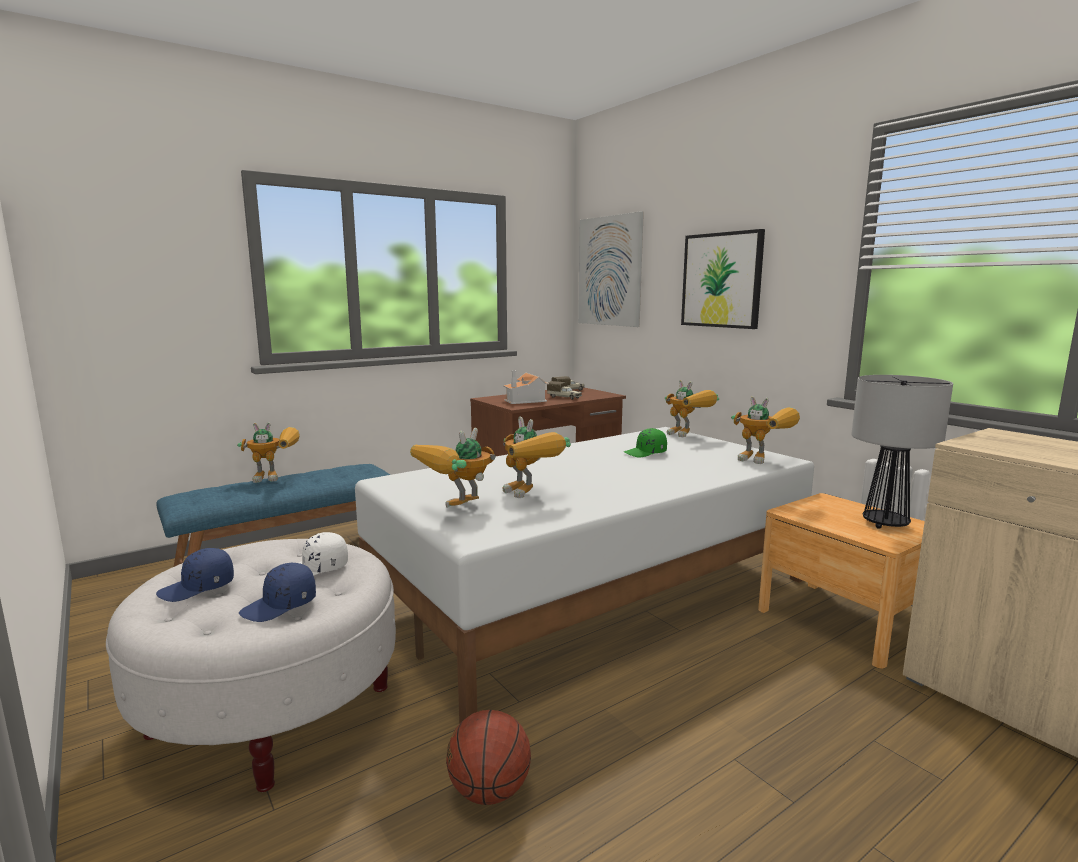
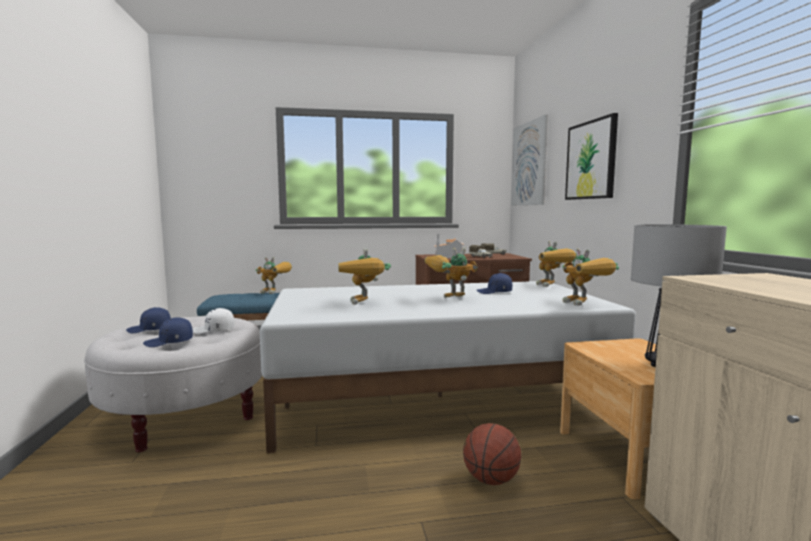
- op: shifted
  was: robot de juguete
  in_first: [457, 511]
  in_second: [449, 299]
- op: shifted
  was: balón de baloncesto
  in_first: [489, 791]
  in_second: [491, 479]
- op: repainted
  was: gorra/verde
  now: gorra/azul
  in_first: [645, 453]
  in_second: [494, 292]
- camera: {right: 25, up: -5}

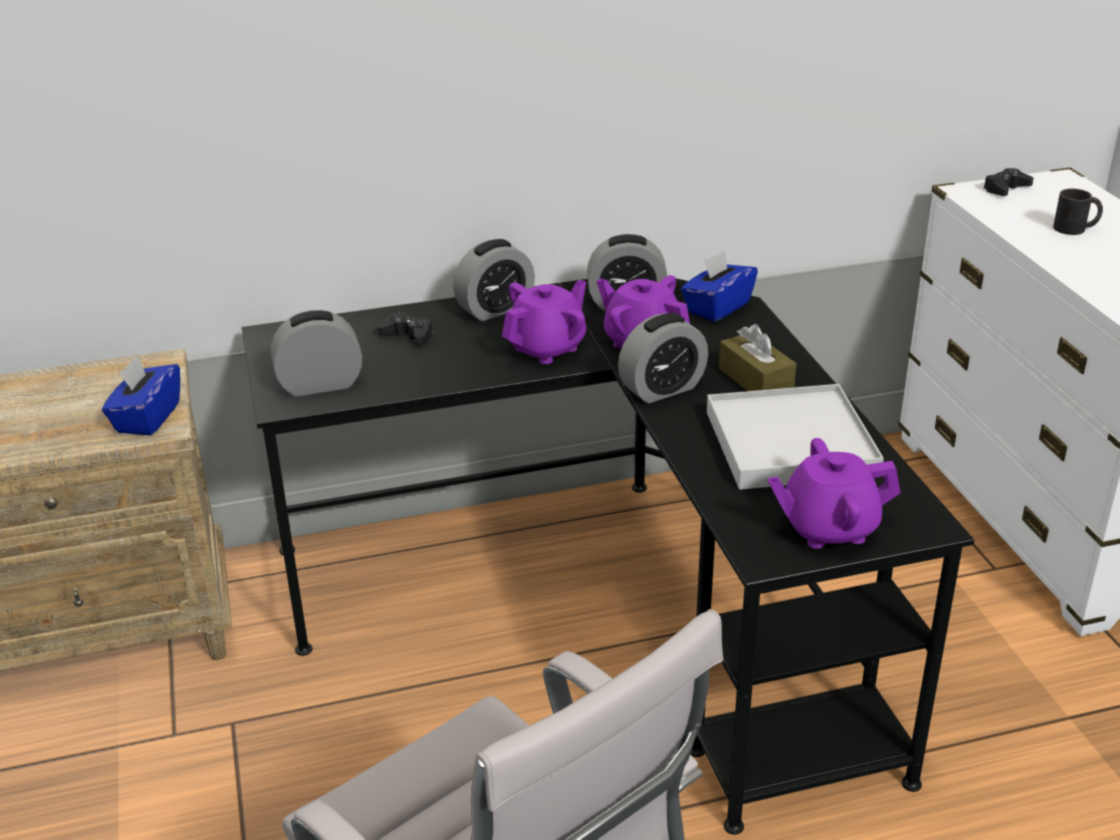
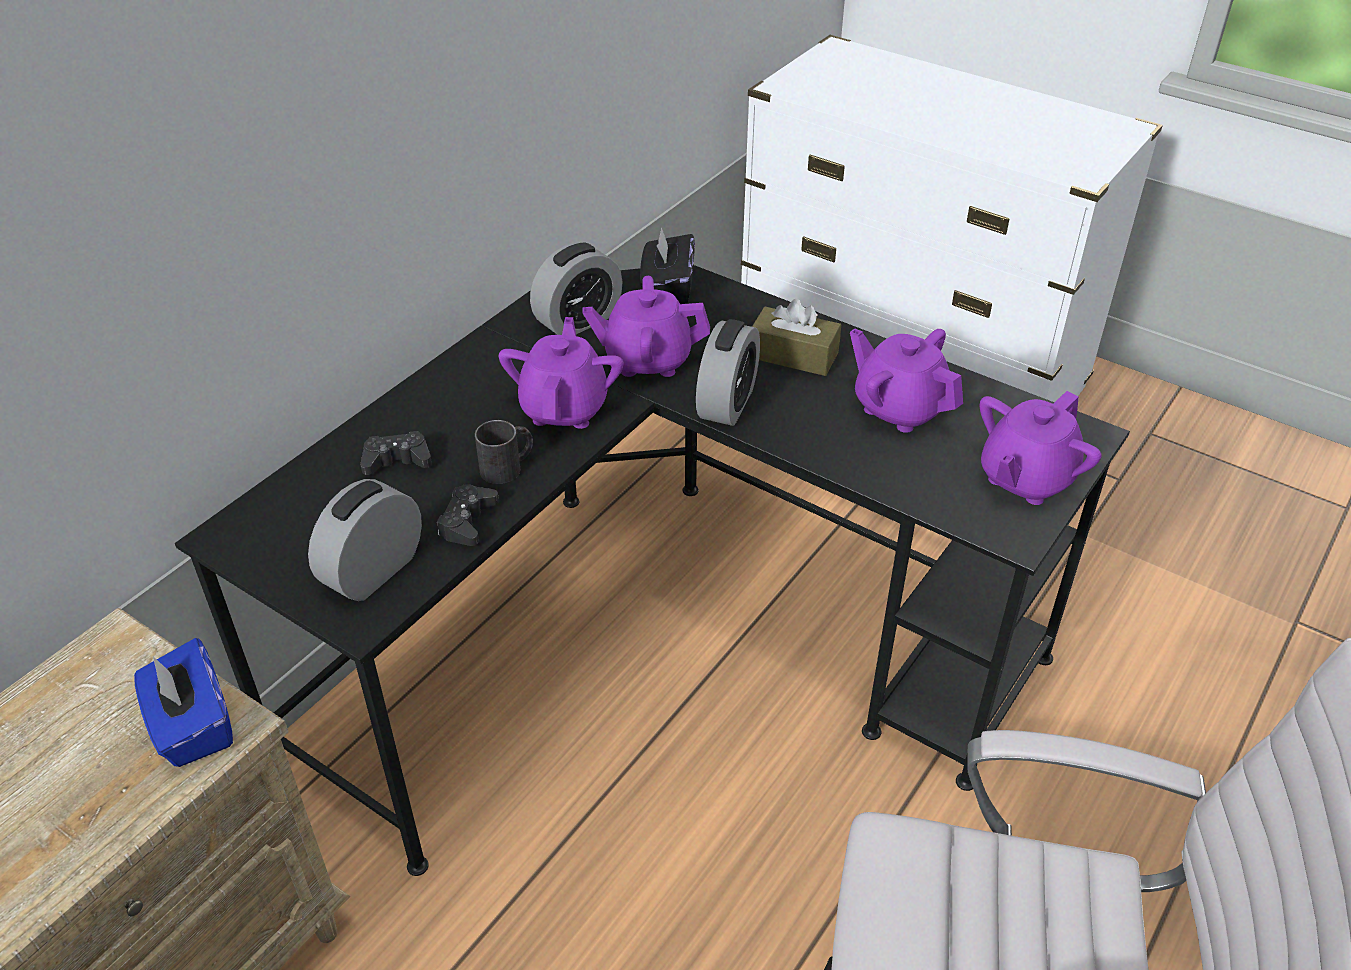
- op: gone
  was: despertador
  in_first: [495, 309]
- op: repainted
  was: caja de pañuelos/azul
  now: caja de pañuelos/negro
  in_first: [717, 307]
  in_second: [667, 290]
- op: swapped
  was: bandeja/blanco
  now: tetera/morado
  in_first: [791, 443]
  in_second: [899, 408]
- op: shifted
  was: mando de consola/negro
  in_first: [1005, 189]
  in_second: [467, 521]
- op: shifted
  was: taza grande/negro
  in_first: [1076, 228]
  in_second: [508, 467]
- camera: {right: -40, up: 10}

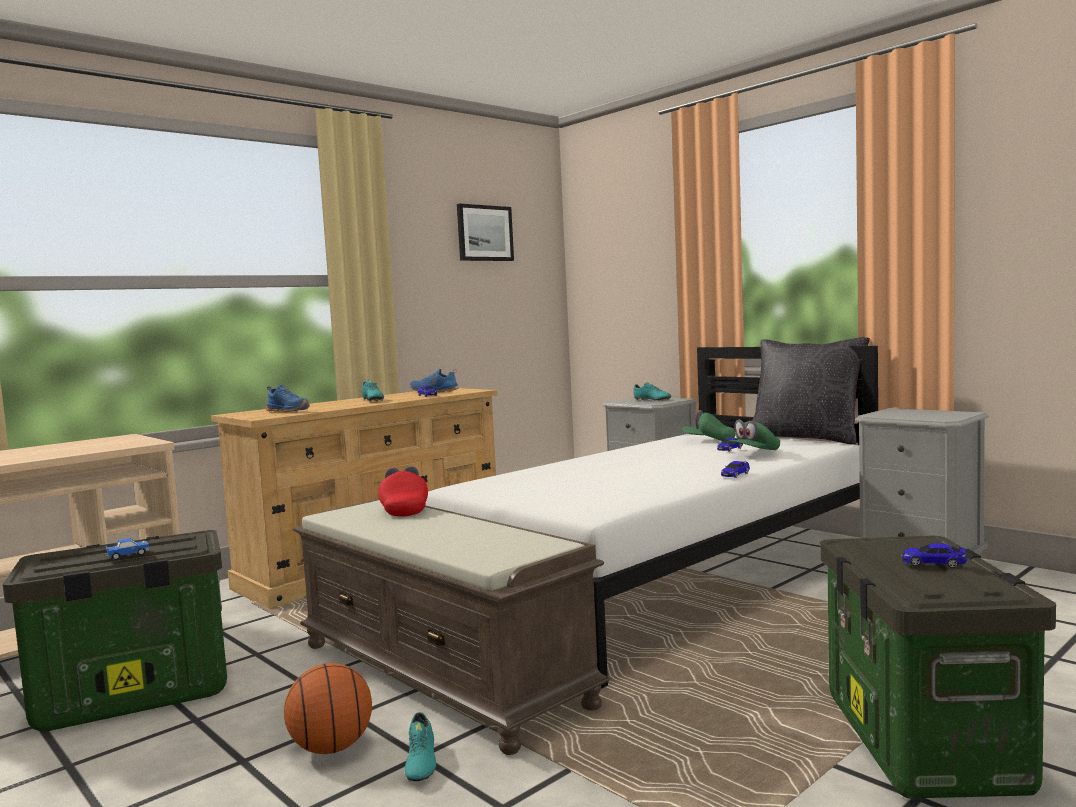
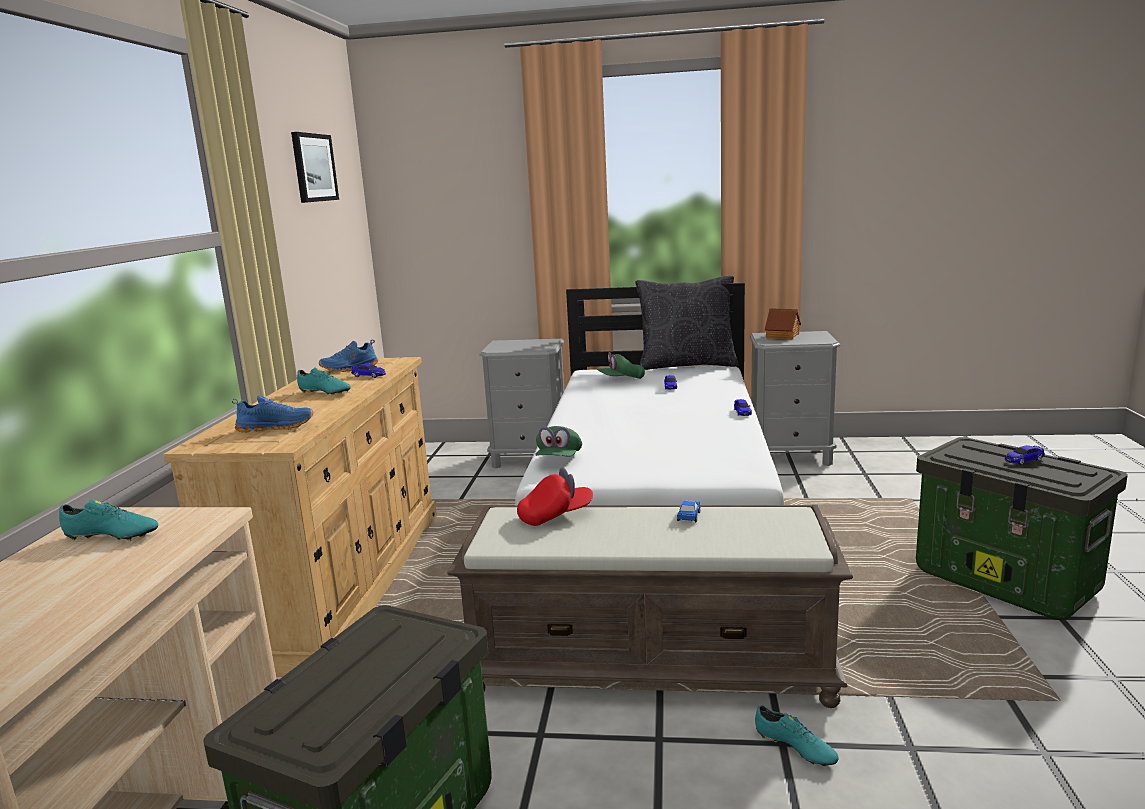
- op: shifted
  was: coche de juguete
  in_first: [127, 555]
  in_second: [688, 516]
- op: gone
  was: balón de baloncesto
  in_first: [332, 748]
- op: rotated
  was: gorra/rojo
  in_first: [404, 509]
  in_second: [555, 516]
  clockwise: 120
- op: shifted
  was: zapato/turquesa
  in_first: [652, 400]
  in_second: [112, 537]
- op: shifted
  was: gorra/verde
  in_first: [753, 453]
  in_second: [559, 459]
- op: new
  now: casita
  in_second: [783, 336]
- camera: {right: -40, up: 10}

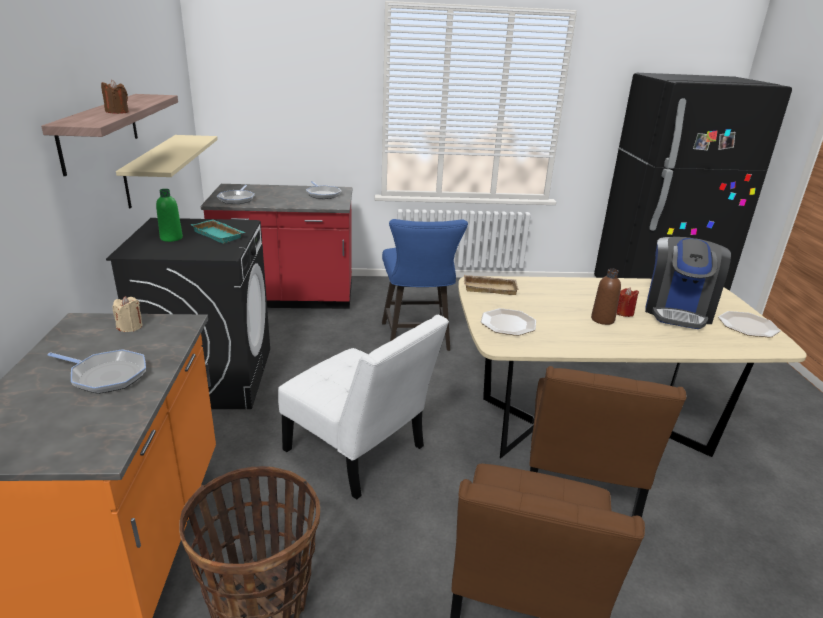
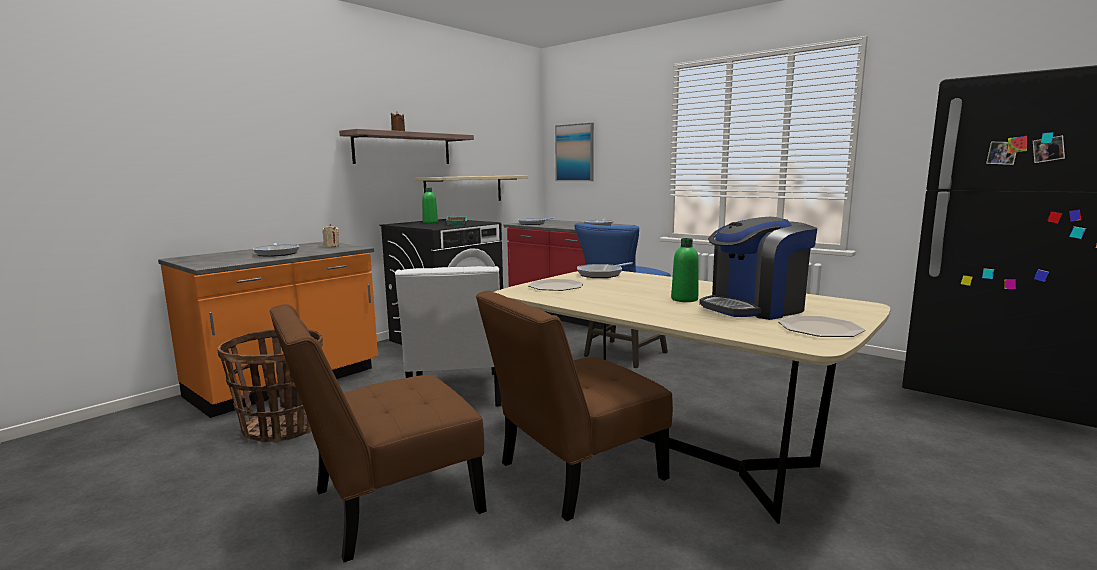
- op: swapped
  was: bandeja/beis
  now: sartén
  in_first: [490, 288]
  in_second: [601, 274]
- op: gone
  was: botella/marrón
  in_first: [602, 319]
- op: swapped
  was: vela/rojo
  now: botella/verde
  in_first: [624, 313]
  in_second: [684, 299]
- op: new
  now: cuadro
  in_second: [575, 153]
- camera: {right: 45, up: -15}

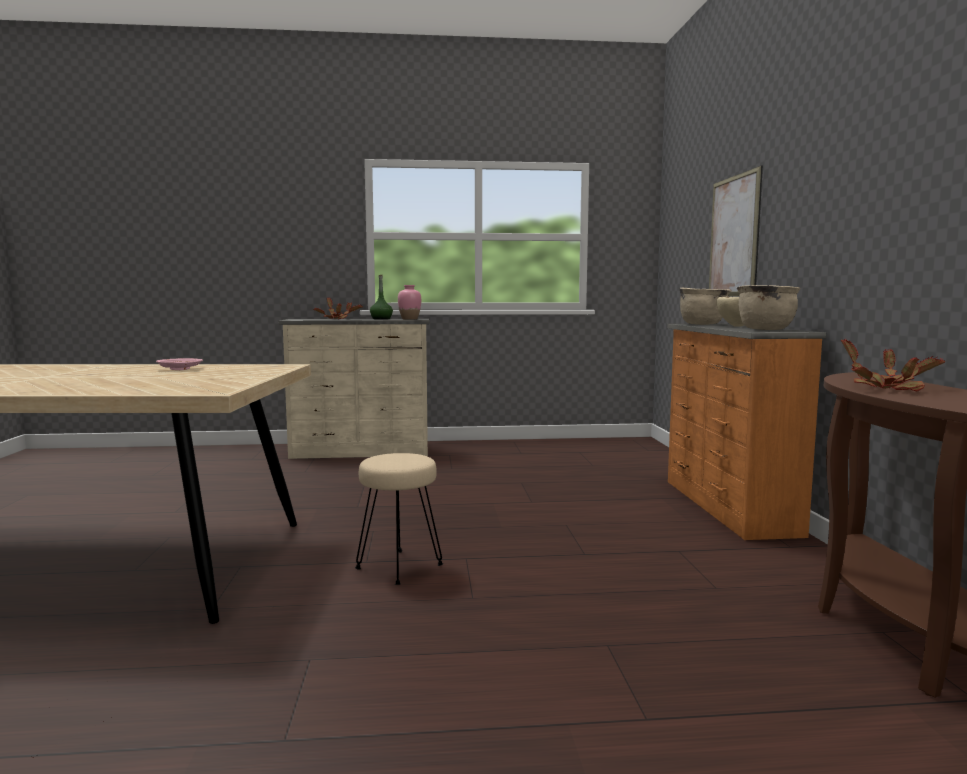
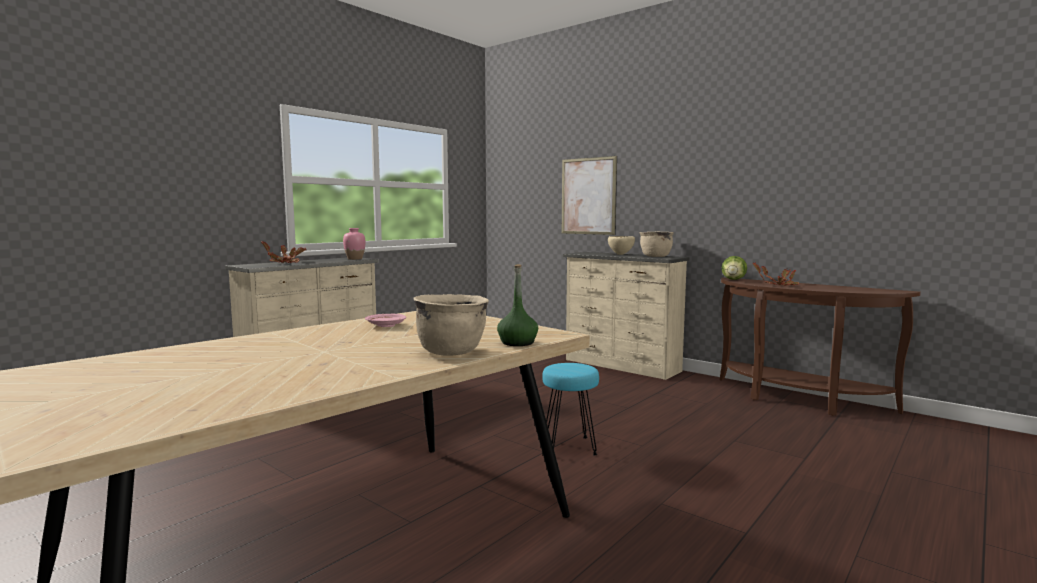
- op: repainted
  was: taburete/beis
  now: taburete/turquesa
  in_first: [399, 567]
  in_second: [570, 447]
- op: shifted
  was: botella/verde
  in_first: [381, 319]
  in_second: [517, 343]
- op: repainted
  was: cómoda/naranja
  now: cómoda/beis
  in_first: [726, 506]
  in_second: [621, 366]
- op: shifted
  was: olla/beis
  in_first: [702, 324]
  in_second: [451, 351]
- op: new
  now: lechuga
  in_second: [733, 280]
- camera: {right: -45, up: 0}

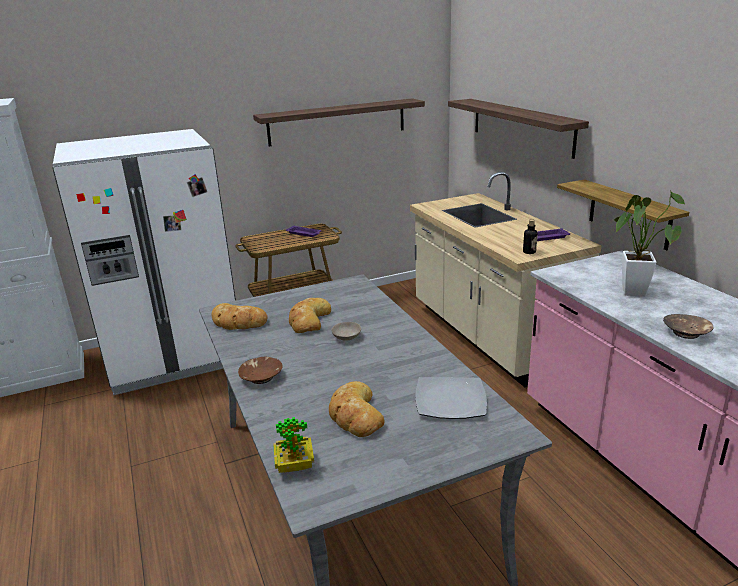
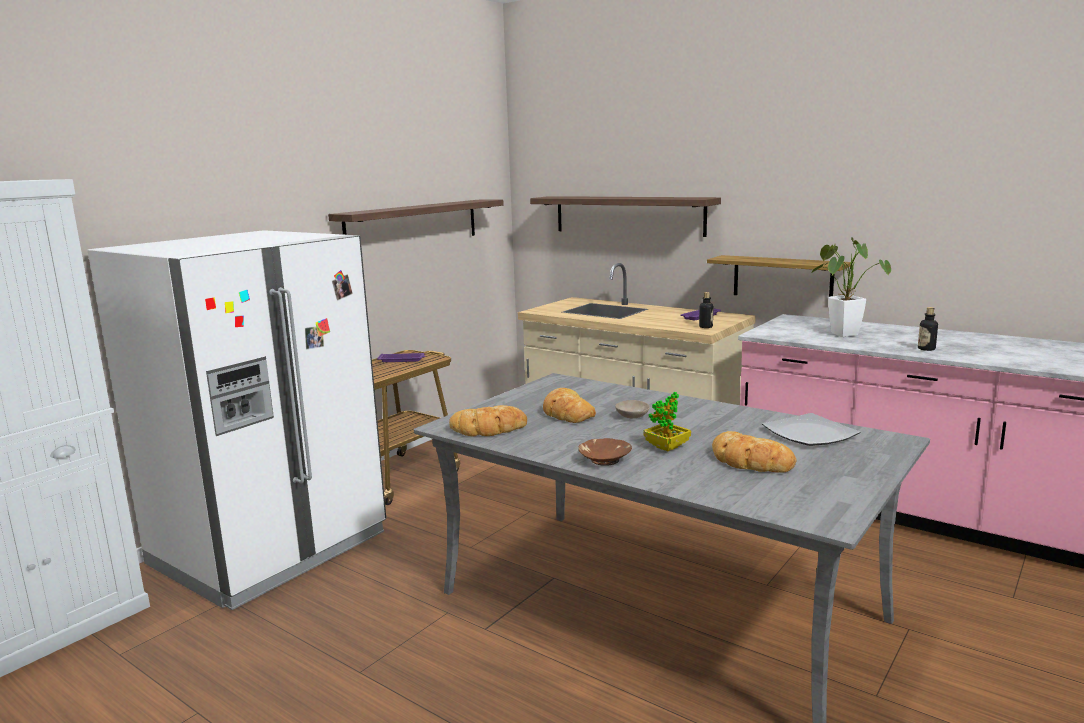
- op: shifted
  was: planta en maceta
  in_first: [295, 465]
  in_second: [667, 447]
- op: swapped
  was: cuenco/marrón
  now: botella
  in_first: [686, 333]
  in_second: [926, 349]
- camera: {right: -30, up: -10}

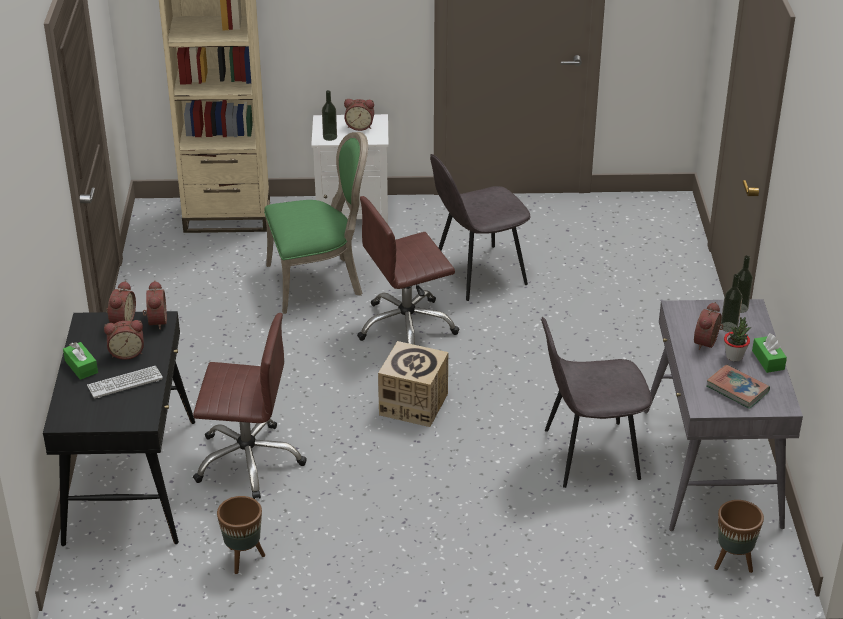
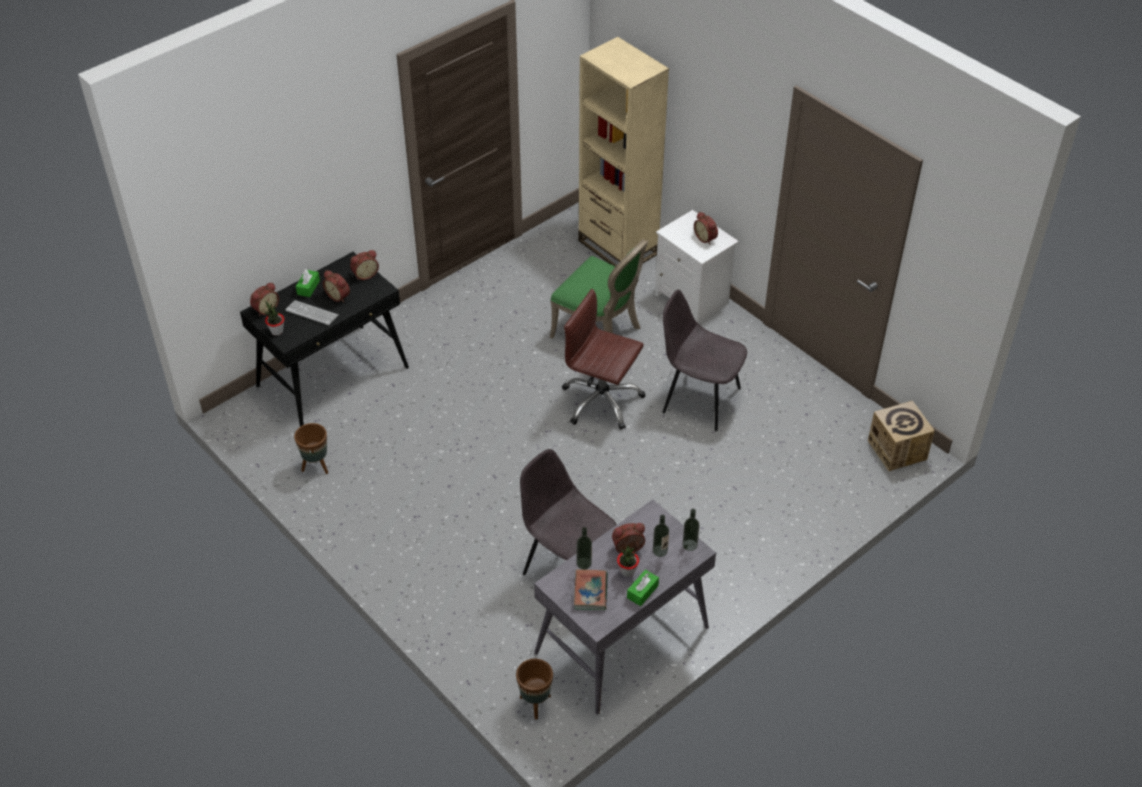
- op: shifted
  was: despertador
  in_first: [155, 321]
  in_second: [265, 309]
- op: gone
  was: silla de oficina/marrón
  in_first: [248, 460]
- op: shifted
  was: botella
  in_first: [330, 137]
  in_second: [584, 563]
- op: shifted
  was: caja de cartón
  in_first: [413, 404]
  in_second: [897, 450]
- op: new
  now: planta en maceta
  in_second: [276, 331]
- camera: {right: 50, up: 10}

